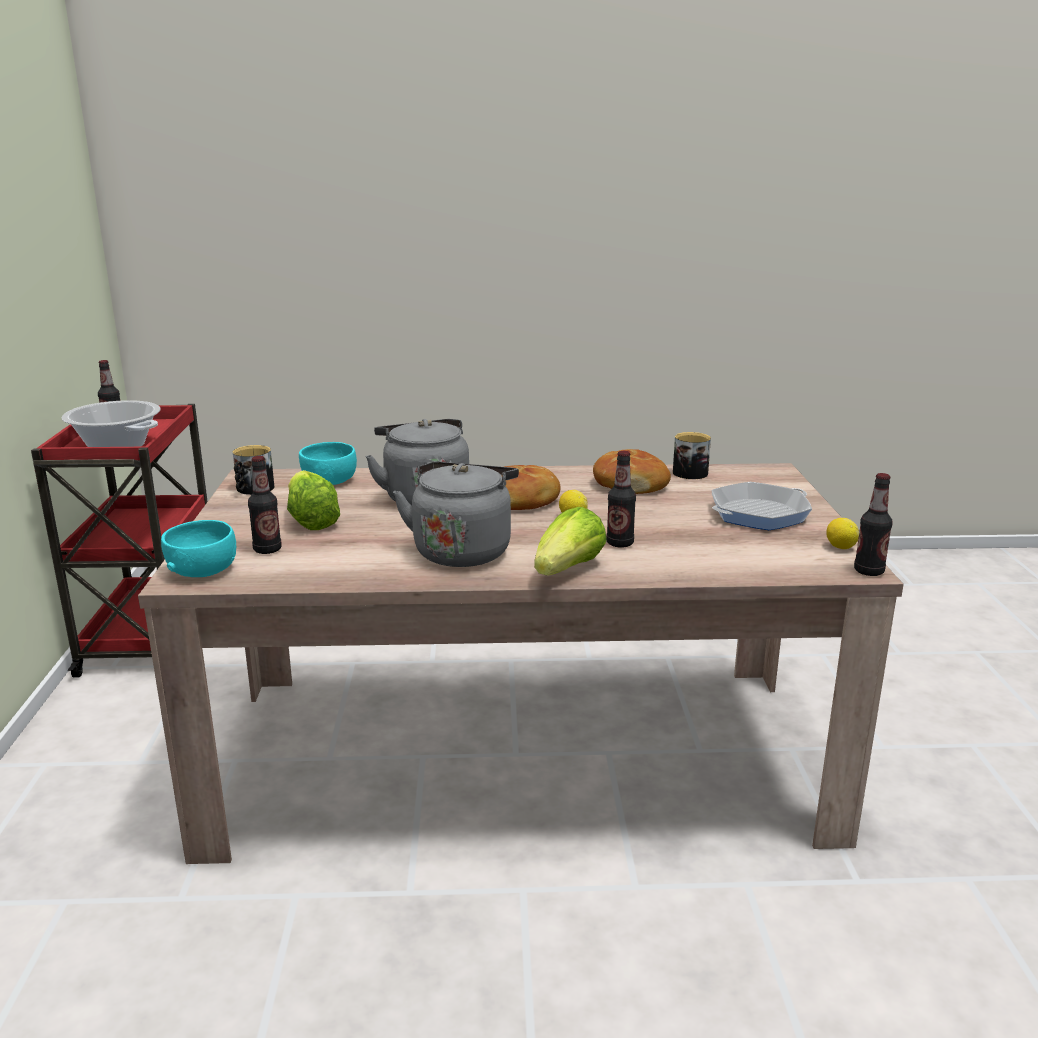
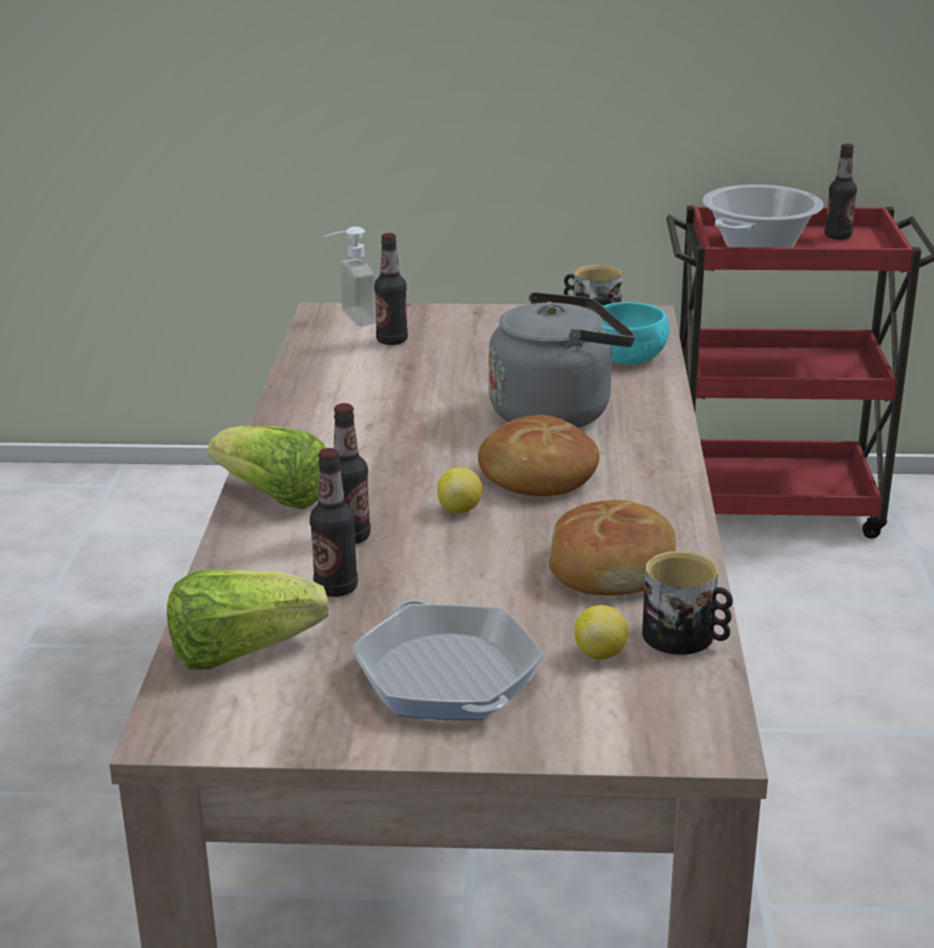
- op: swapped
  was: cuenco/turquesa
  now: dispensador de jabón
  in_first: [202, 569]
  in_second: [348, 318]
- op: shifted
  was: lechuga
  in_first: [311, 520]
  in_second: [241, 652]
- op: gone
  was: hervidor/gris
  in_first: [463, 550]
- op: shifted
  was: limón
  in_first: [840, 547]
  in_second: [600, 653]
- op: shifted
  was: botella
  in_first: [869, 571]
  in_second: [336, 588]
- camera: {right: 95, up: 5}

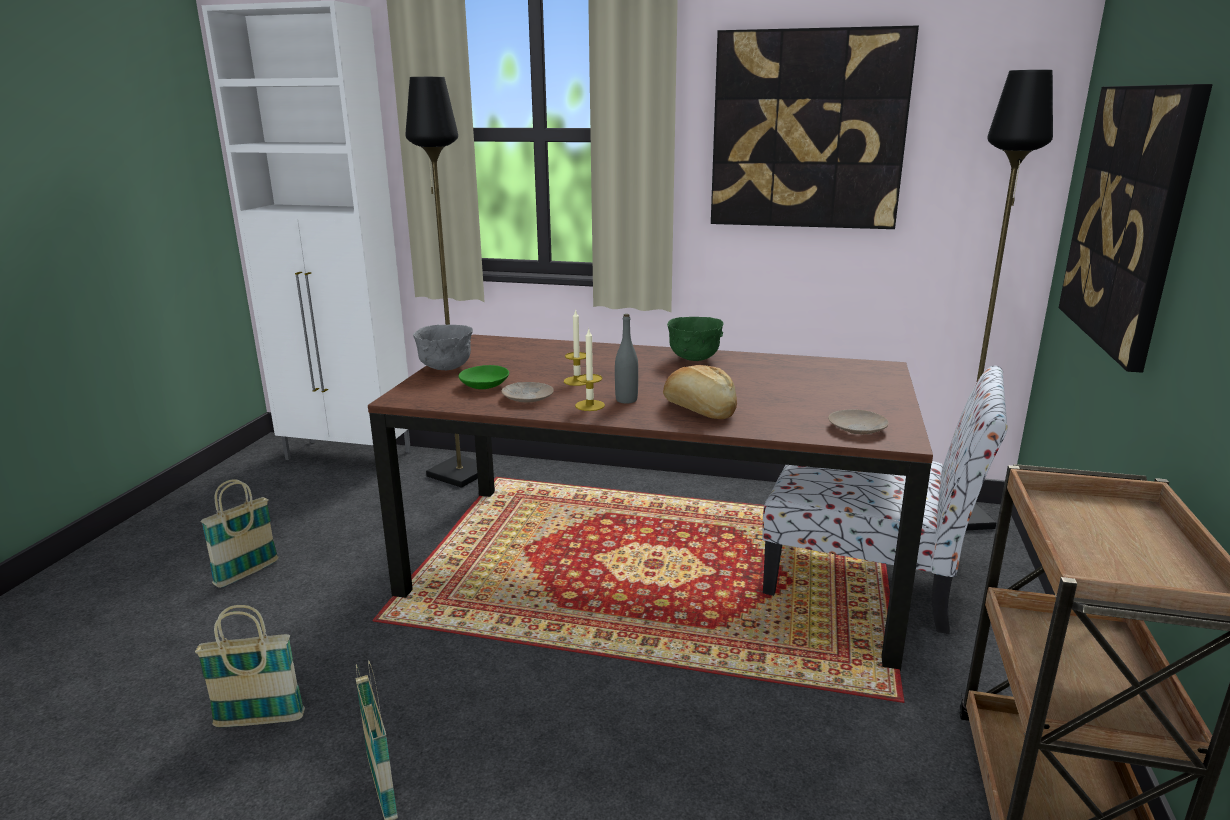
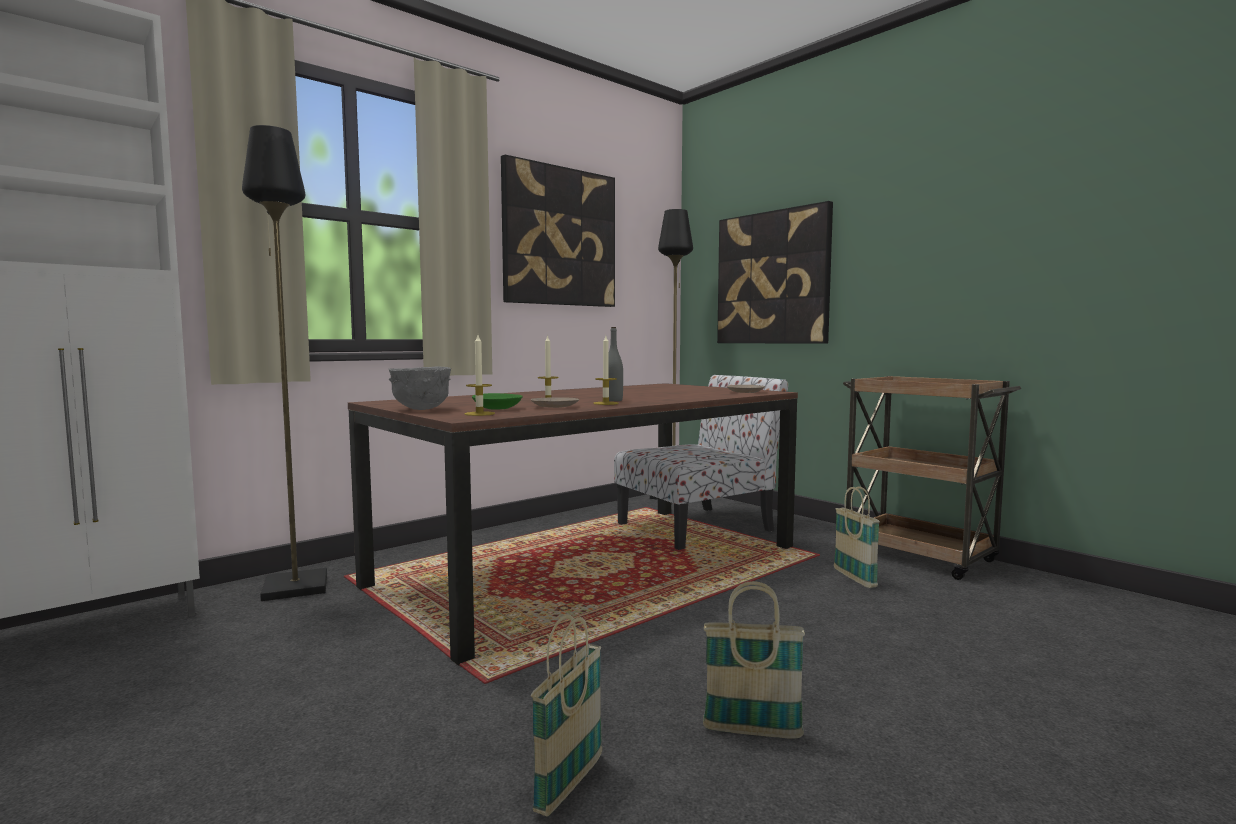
- op: shifted
  was: cesta
  in_first: [247, 573]
  in_second: [854, 578]
- op: gone
  was: pan
  in_first: [699, 410]
- op: gone
  was: cuenco/verde
  in_first: [694, 359]
- op: new
  now: vela
  in_second: [479, 414]
- camera: {right: -55, up: -15}

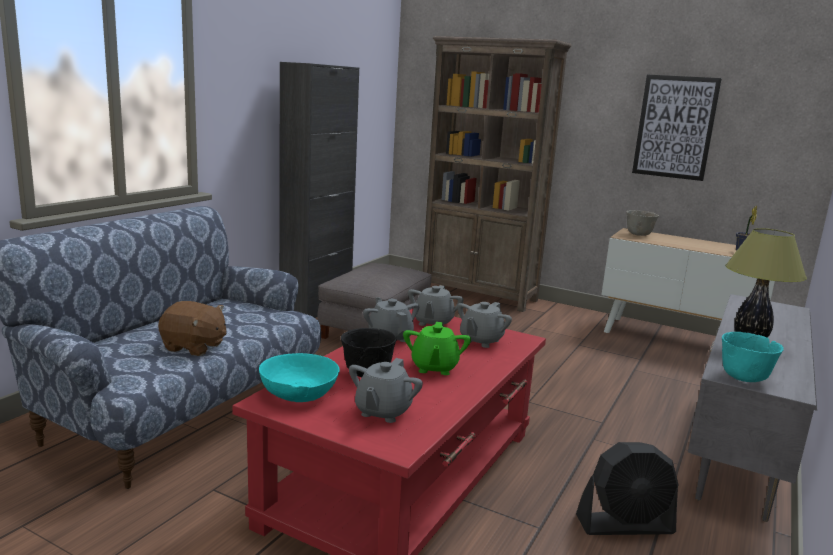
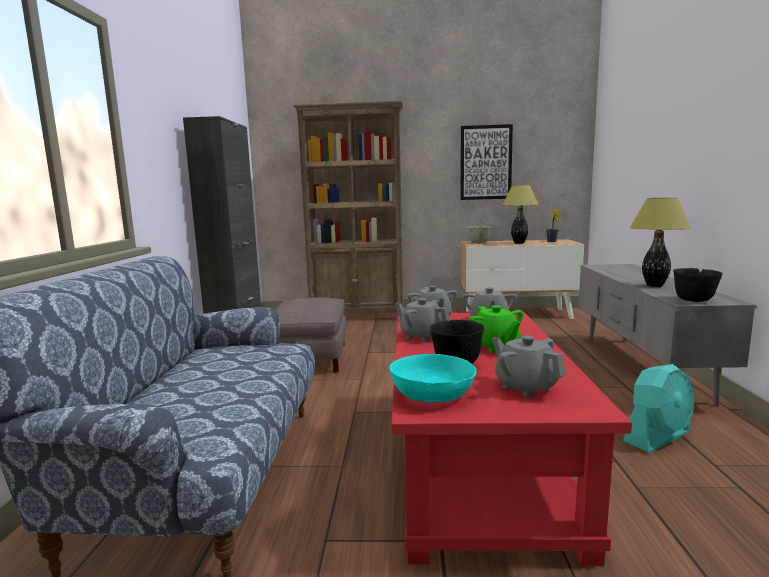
- op: gone
  was: peluche/marrón
  in_first: [194, 347]
- op: rotated
  was: tetera/gris
  in_first: [383, 412]
  in_second: [526, 387]
  clockwise: 150
- op: repainted
  was: ventilador/negro
  now: ventilador/turquesa
  in_first: [625, 525]
  in_second: [657, 437]
- op: repainted
  was: cuenco/turquesa
  now: cuenco/negro
  in_first: [745, 378]
  in_second: [694, 300]
- op: new
  now: lámpara de mesa
  in_second: [519, 243]
- camera: {right: -25, up: -5}

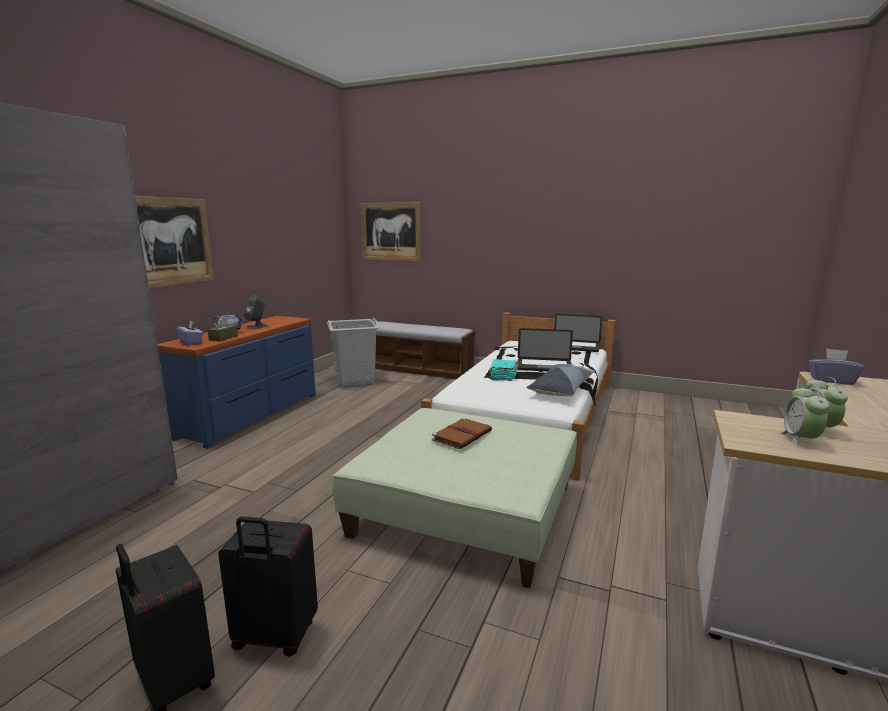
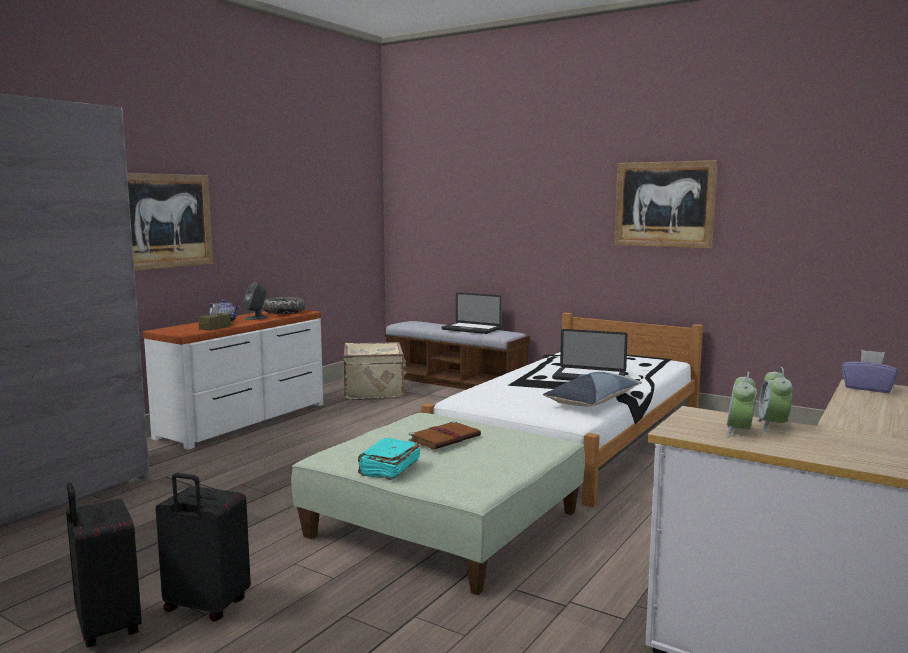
- op: repainted
  was: cómoda/azul
  now: cómoda/blanco
  in_first: [252, 415]
  in_second: [245, 420]
- op: gone
  was: caja de pañuelos/morado
  in_first: [191, 342]
- op: swapped
  was: cesto de la ropa/gris
  now: maleta/beis
  in_first: [354, 380]
  in_second: [375, 391]
- op: shifted
  was: cuadro
  in_first: [391, 232]
  in_second: [664, 204]
- op: shifted
  was: libro/turquesa
  in_first: [503, 376]
  in_second: [388, 469]
- op: shifted
  was: portátil
  in_first: [575, 347]
  in_second: [471, 329]
- op: new
  now: cuenco
  in_second: [284, 312]
- camera: {right: 10, up: -5}

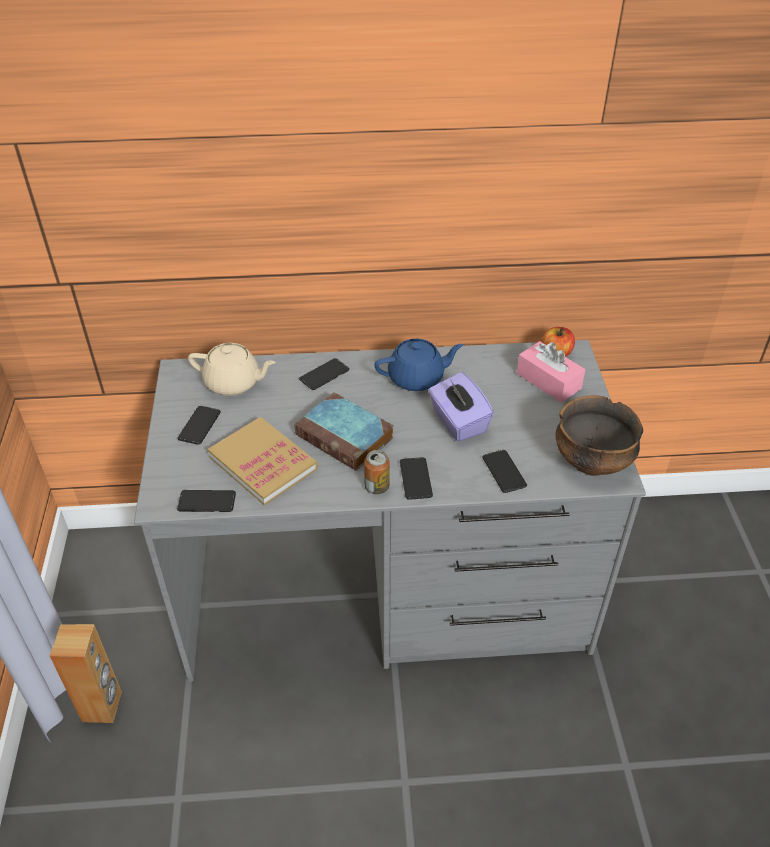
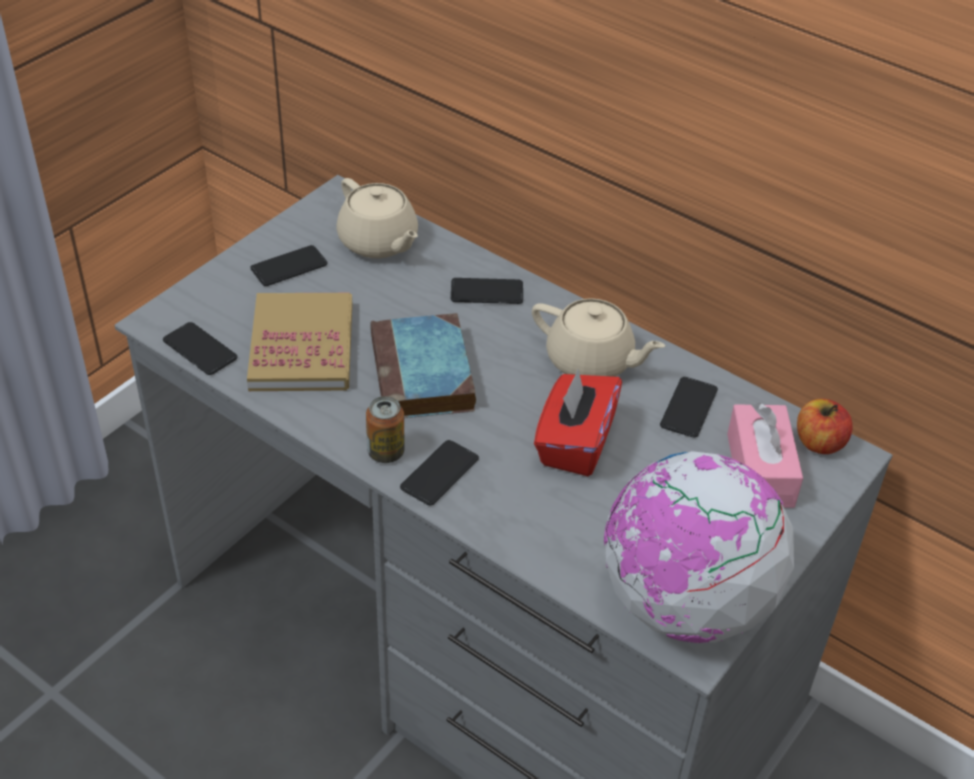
- op: gone
  was: altavoz/marrón
  in_first: [102, 706]
- op: repainted
  was: tetera/azul
  now: tetera/beis
  in_first: [417, 378]
  in_second: [591, 361]
- op: repainted
  was: caja de pañuelos/morado
  now: caja de pañuelos/rojo
  in_first: [458, 422]
  in_second: [574, 443]
- op: shifted
  was: móvil
  in_first: [504, 472]
  in_second: [688, 408]
- op: swapped
  was: cuenco
  now: globo terráqueo
  in_first: [591, 461]
  in_second: [684, 604]
- camera: {right: 40, up: 0}

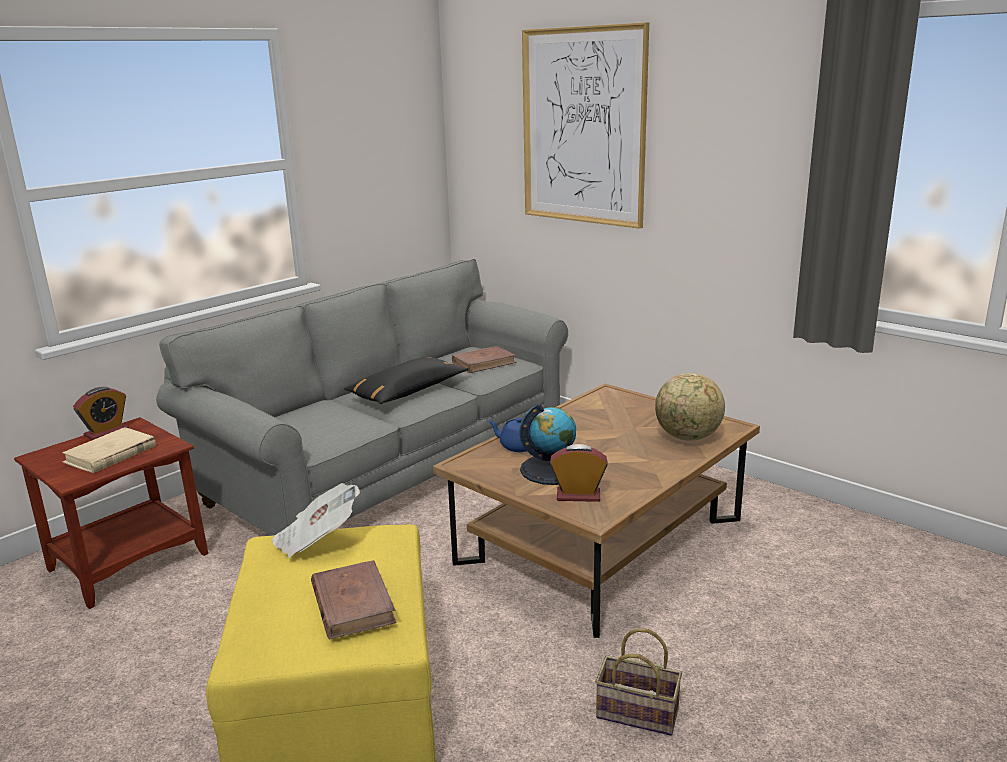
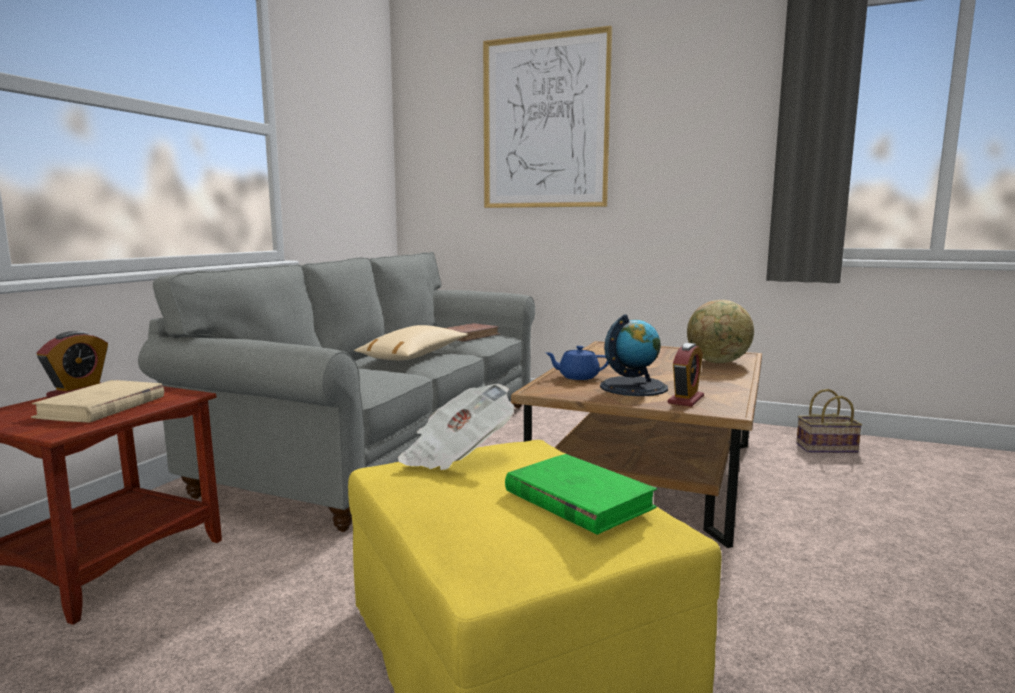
- op: repainted
  was: libro/marrón
  now: libro/verde
  in_first: [353, 603]
  in_second: [577, 499]
- op: repainted
  was: cojín/negro
  now: cojín/beis
  in_first: [407, 391]
  in_second: [414, 356]
- op: rotated
  was: despertador
  in_first: [578, 496]
  in_second: [686, 400]
  clockwise: 135
- op: shifted
  was: cesta
  in_first: [635, 714]
  in_second: [825, 448]
- camera: {right: -20, up: -10}

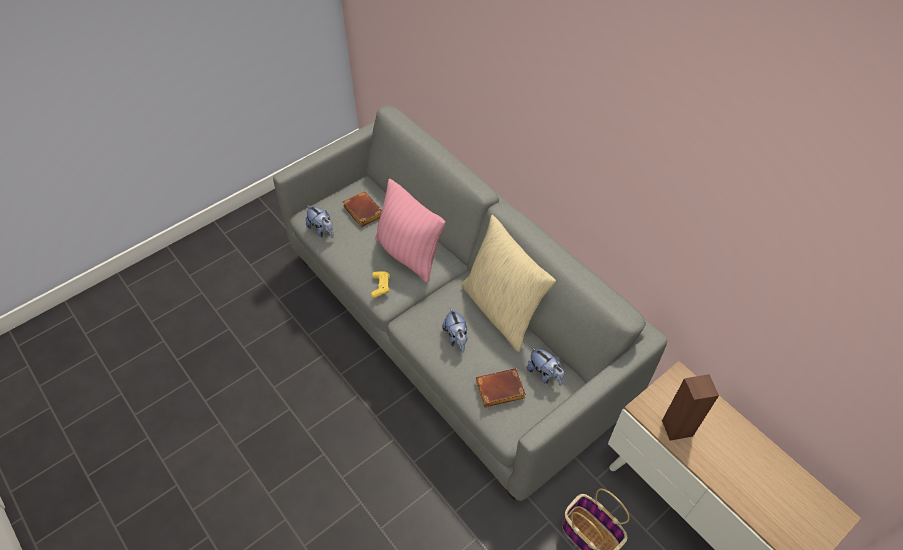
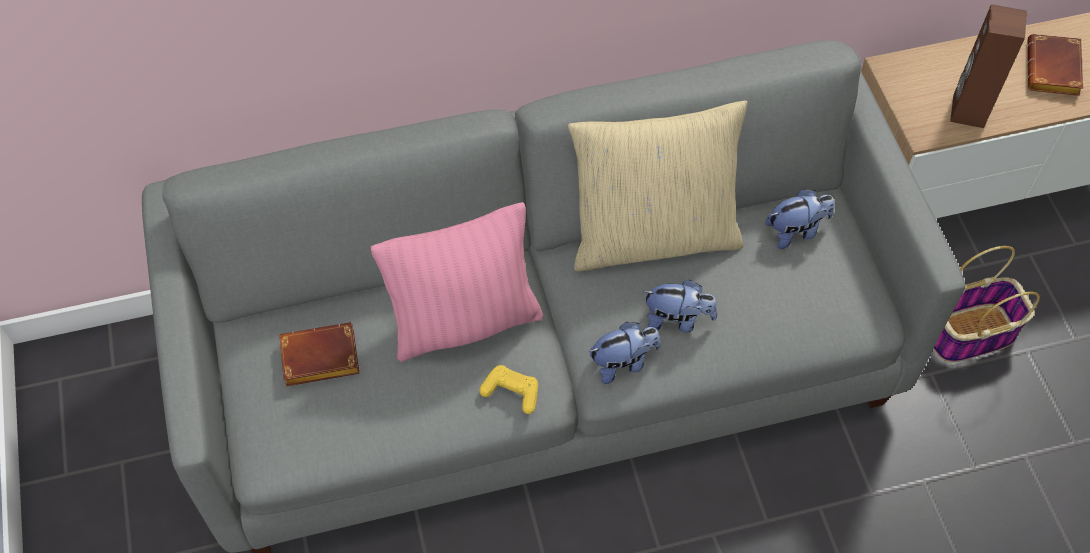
- op: shifted
  was: peluche
  in_first: [322, 230]
  in_second: [623, 363]
- op: shifted
  was: libro/marrón
  in_first: [499, 391]
  in_second: [1054, 71]
- camera: {right: -65, up: 5}

